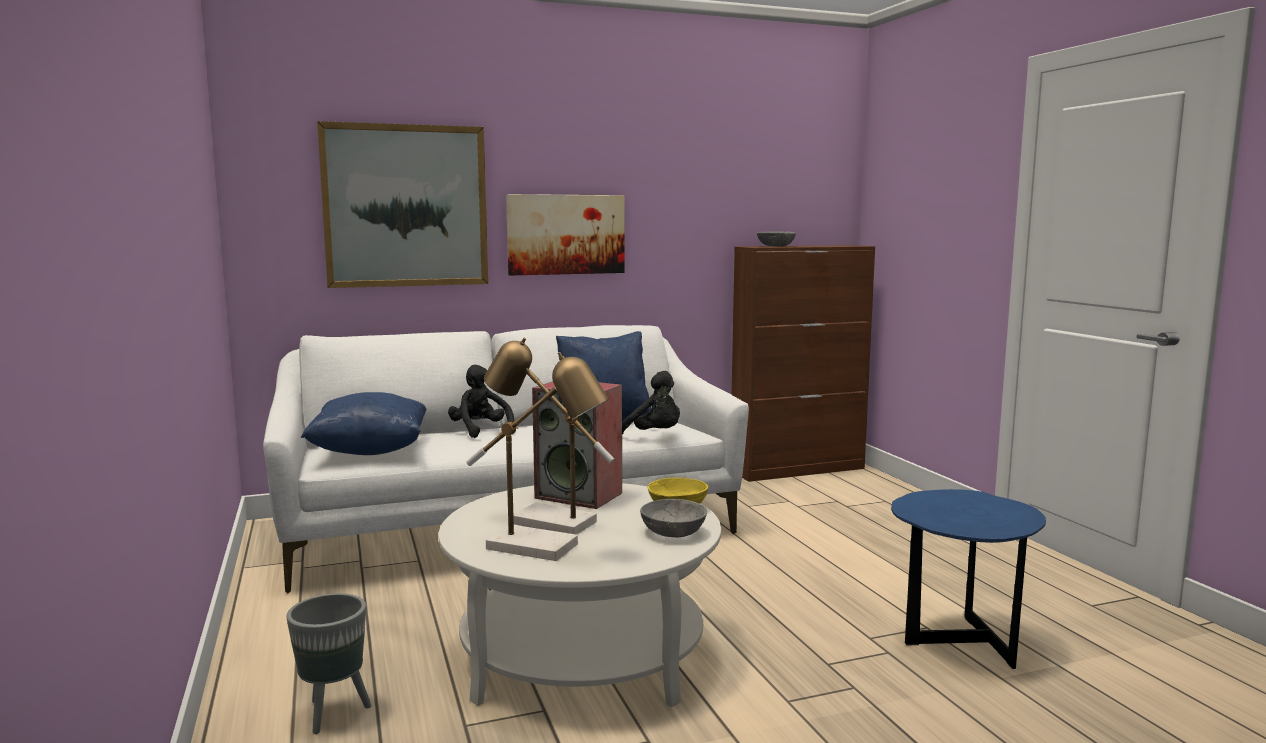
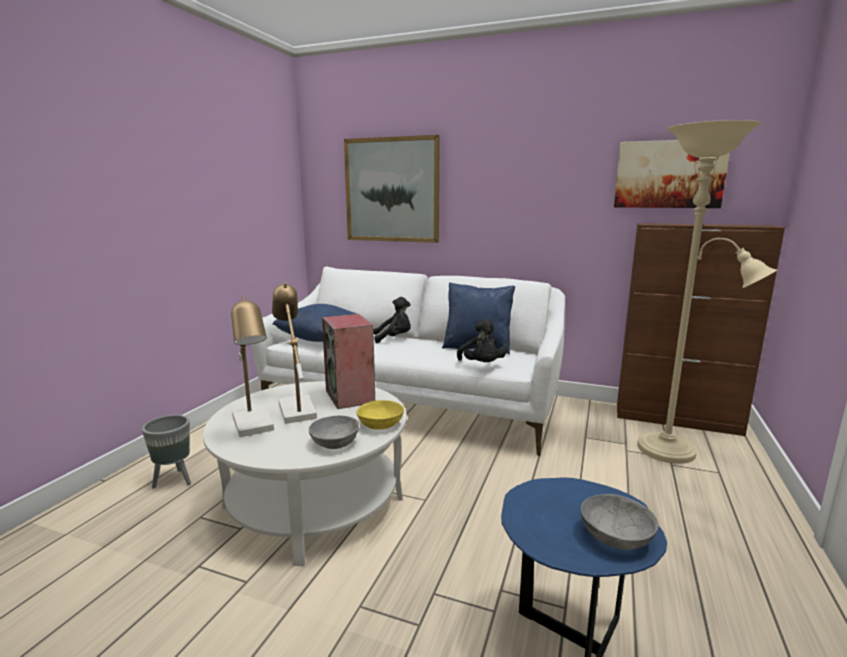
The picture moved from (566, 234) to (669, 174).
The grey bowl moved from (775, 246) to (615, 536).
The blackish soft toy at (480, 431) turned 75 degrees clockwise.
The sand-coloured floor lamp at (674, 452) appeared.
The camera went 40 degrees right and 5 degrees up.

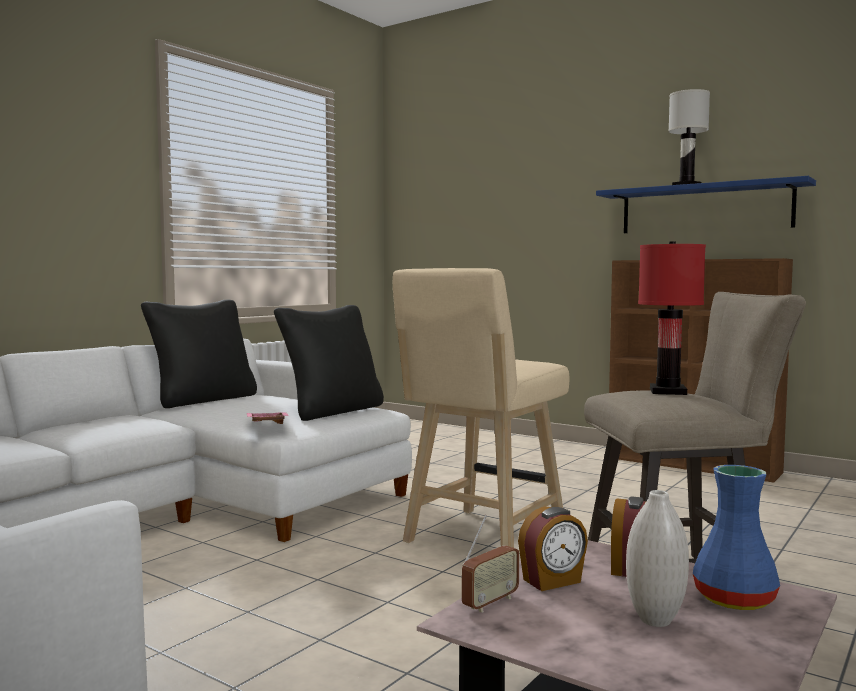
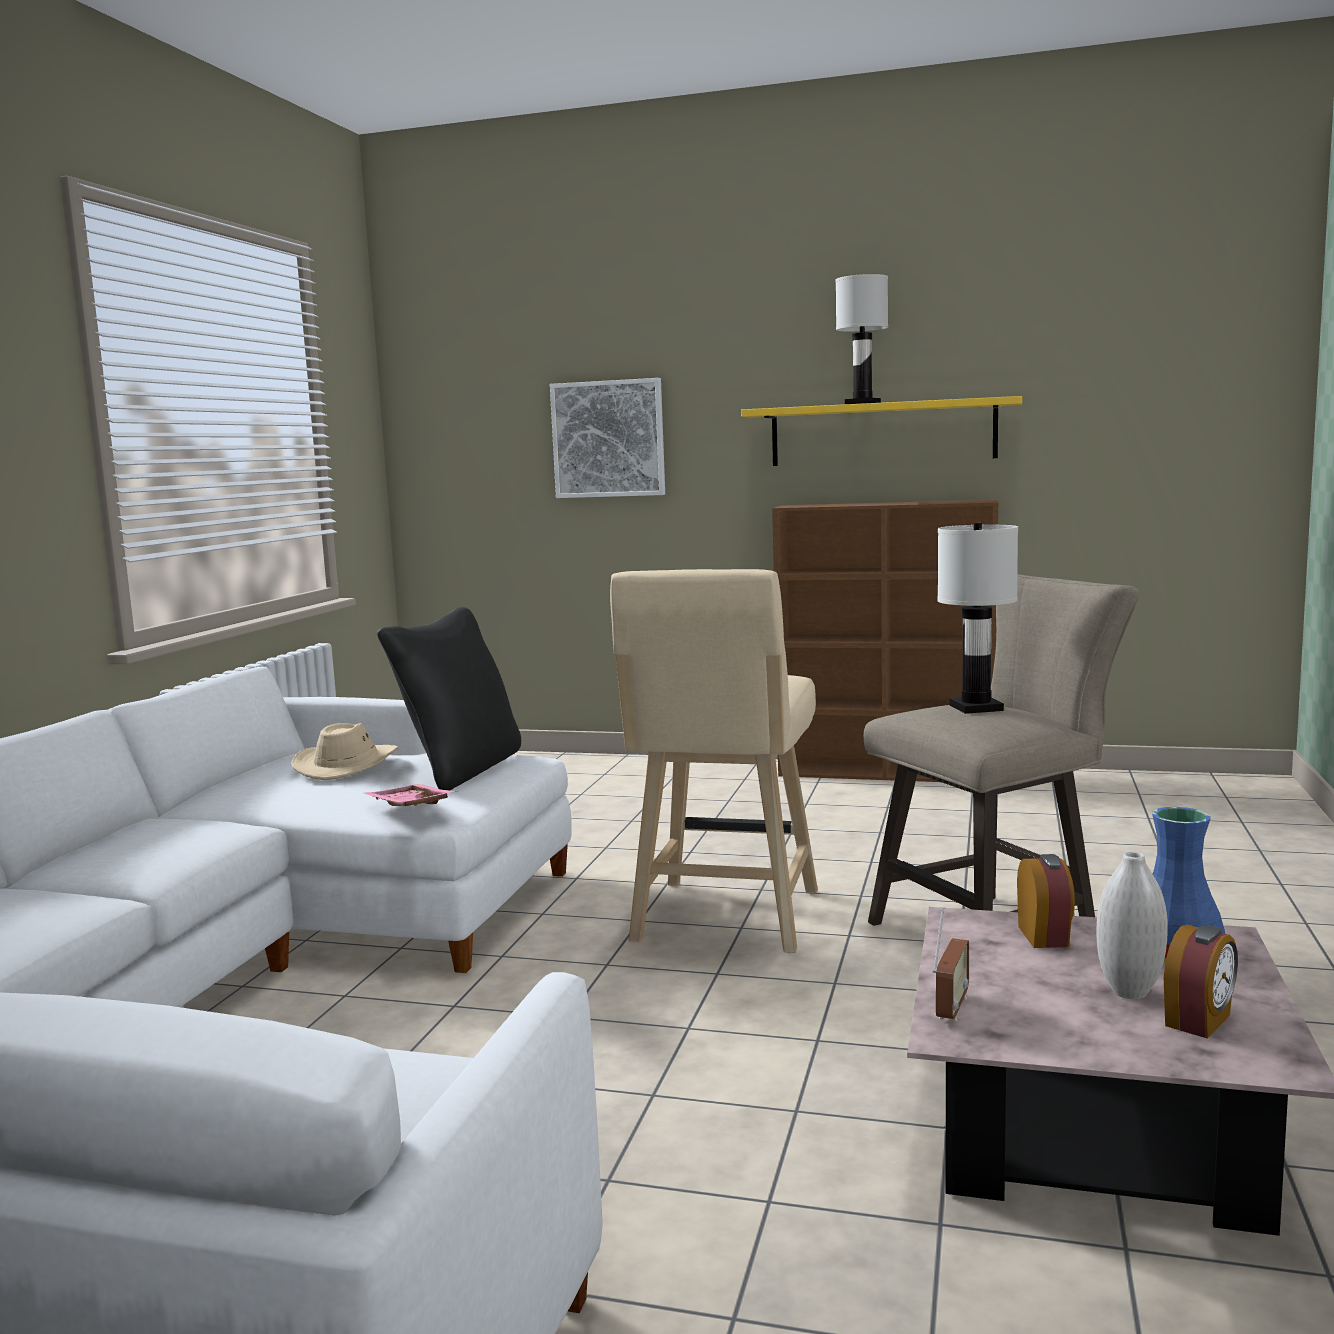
The blue-coloured wall shelf at (704, 209) became the yellow-coloured wall shelf at (882, 433).
The reddish lamp for a table at (667, 391) became the whitish lamp for a table at (975, 708).
The blackish throw pillow at (203, 400) disappeared.
The table clock moved from (552, 581) to (1199, 1021).
The picture at (608, 439) appeared.
The sand-coloured clothing hat at (347, 765) appeared.
The camera went 20 degrees left and 5 degrees up.

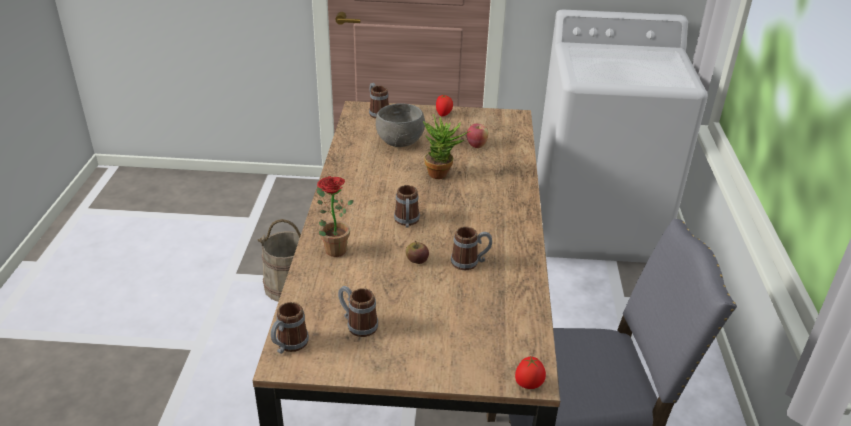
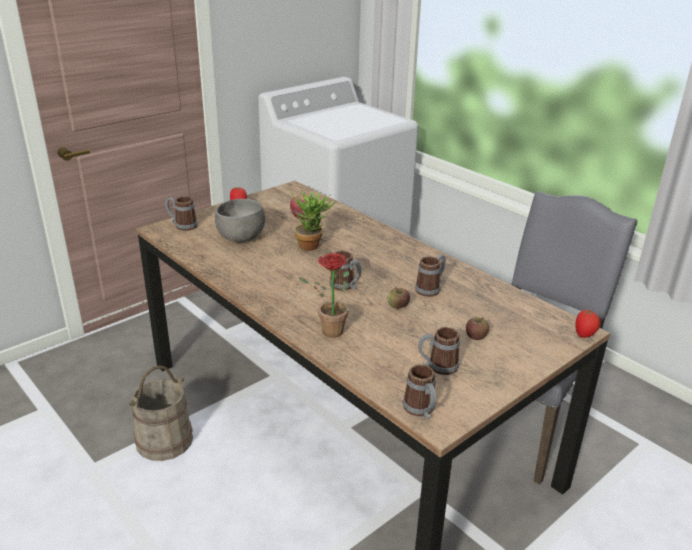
The apple at (476, 336) appeared.
The camera went 45 degrees left and 5 degrees down.

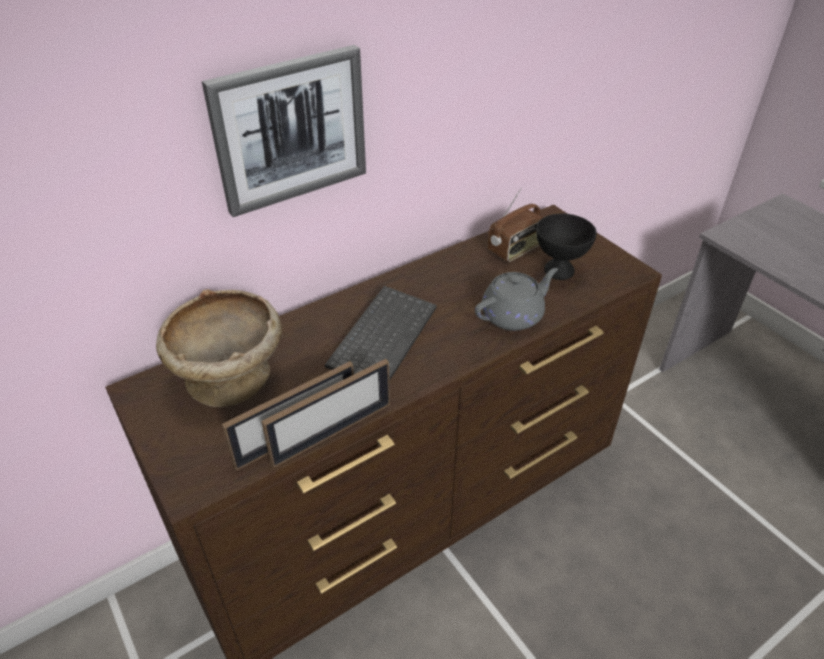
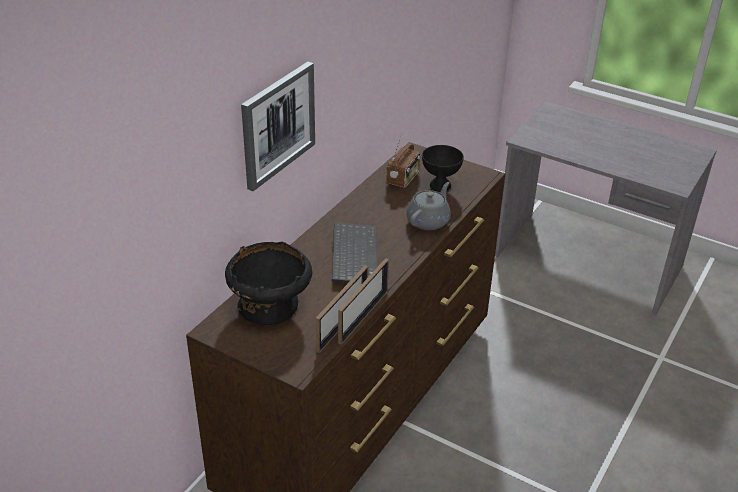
The sand-coloured bowl at (231, 377) became the blackish bowl at (270, 305).
The camera went 25 degrees left and 5 degrees down.

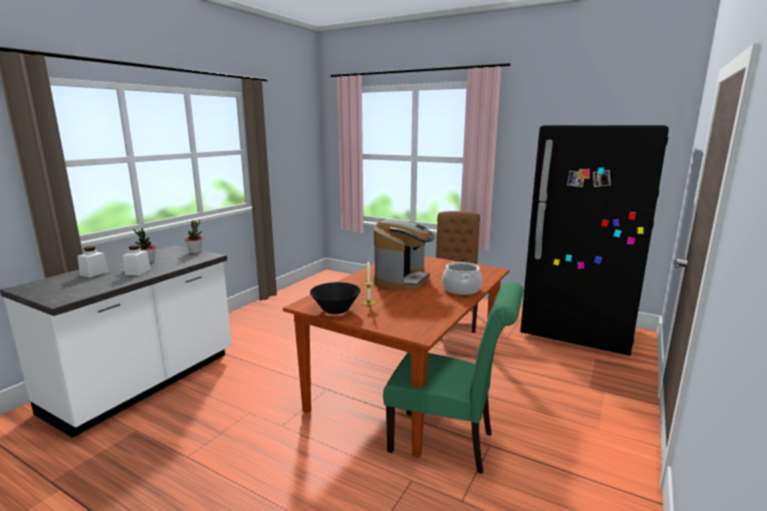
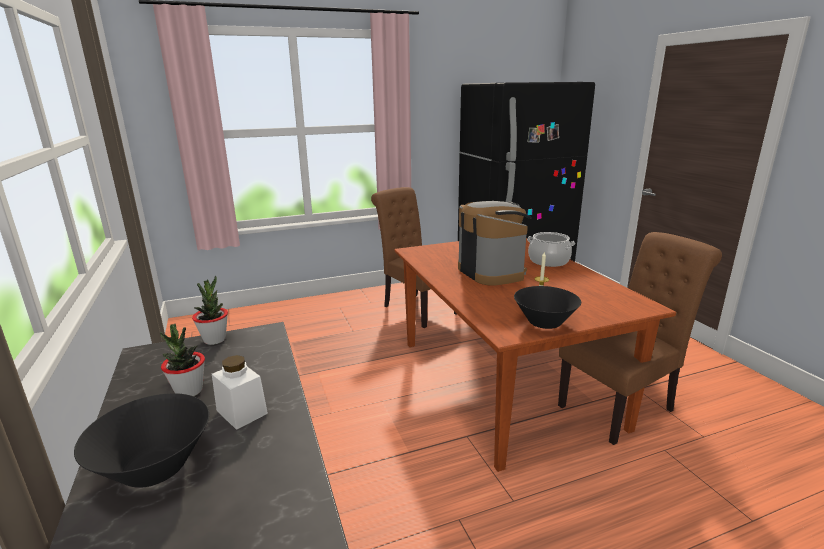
The whitish preserve jar at (94, 273) was replaced by the blackish bowl at (155, 468).
The greenish chair at (448, 443) became the brownish chair at (621, 406).
The camera went 50 degrees left and 5 degrees up.

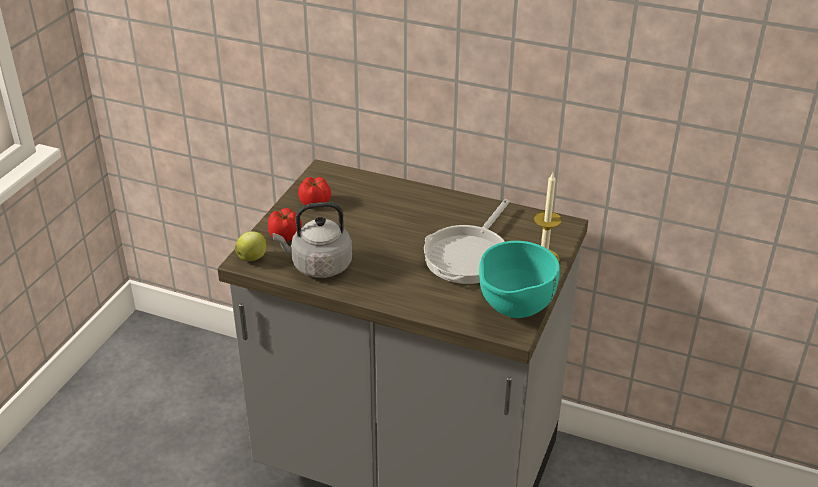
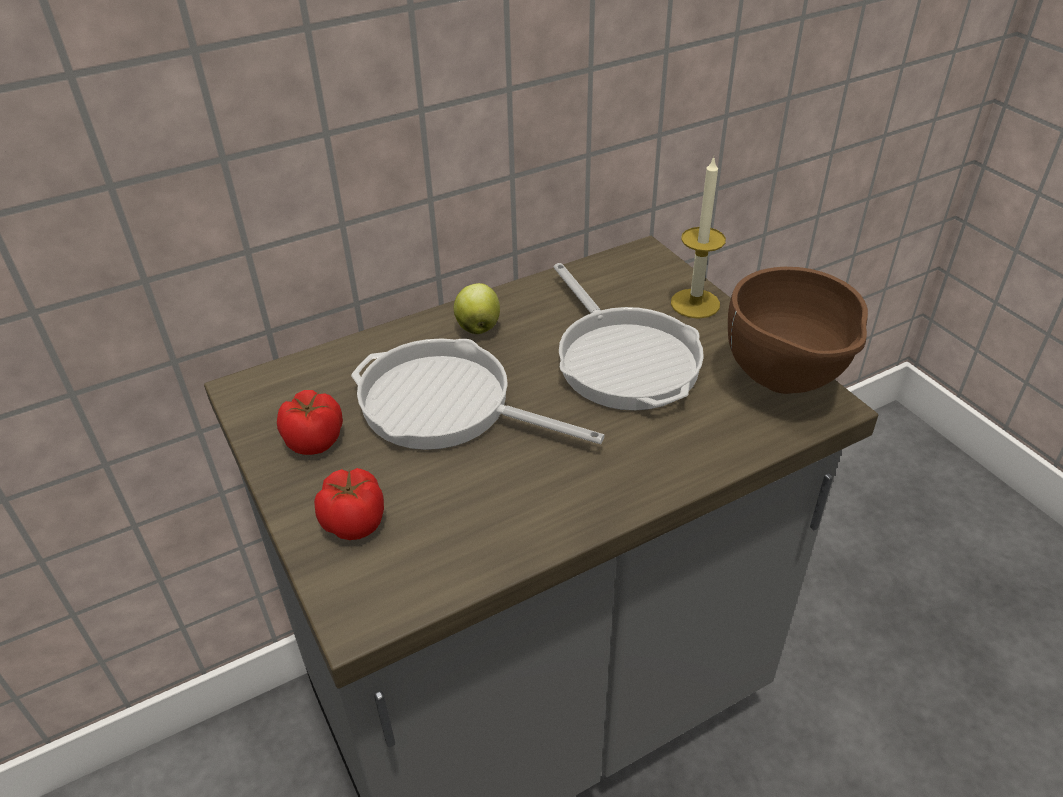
The grey tea kettle at (318, 266) disappeared.
The apple moved from (252, 258) to (478, 327).
The blue-green bowl at (513, 312) became the brownish bowl at (785, 385).
The pan at (446, 405) appeared.
The camera went 50 degrees left and 5 degrees up.

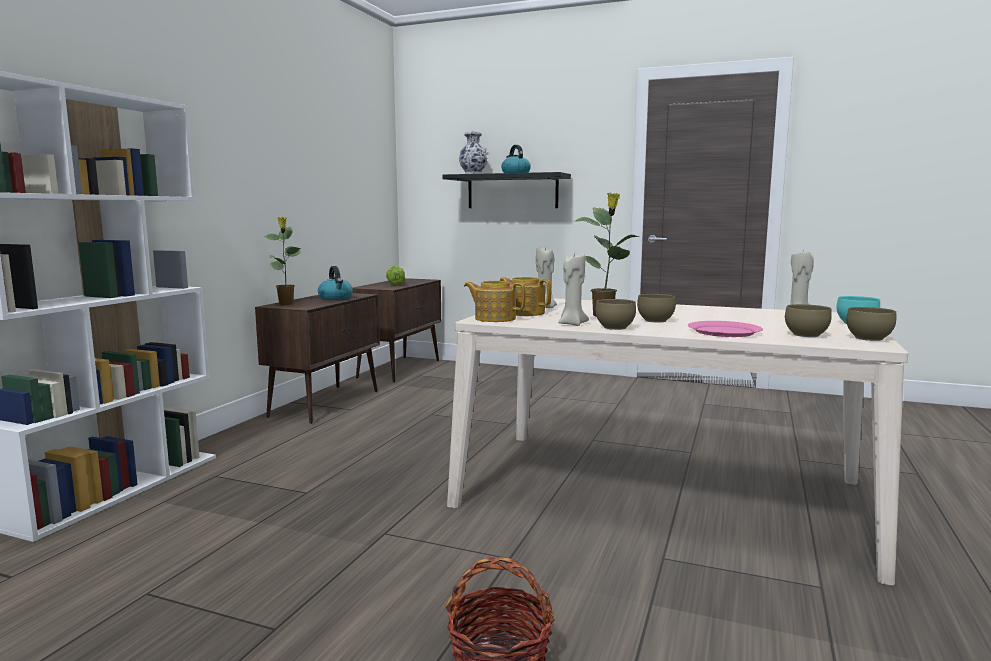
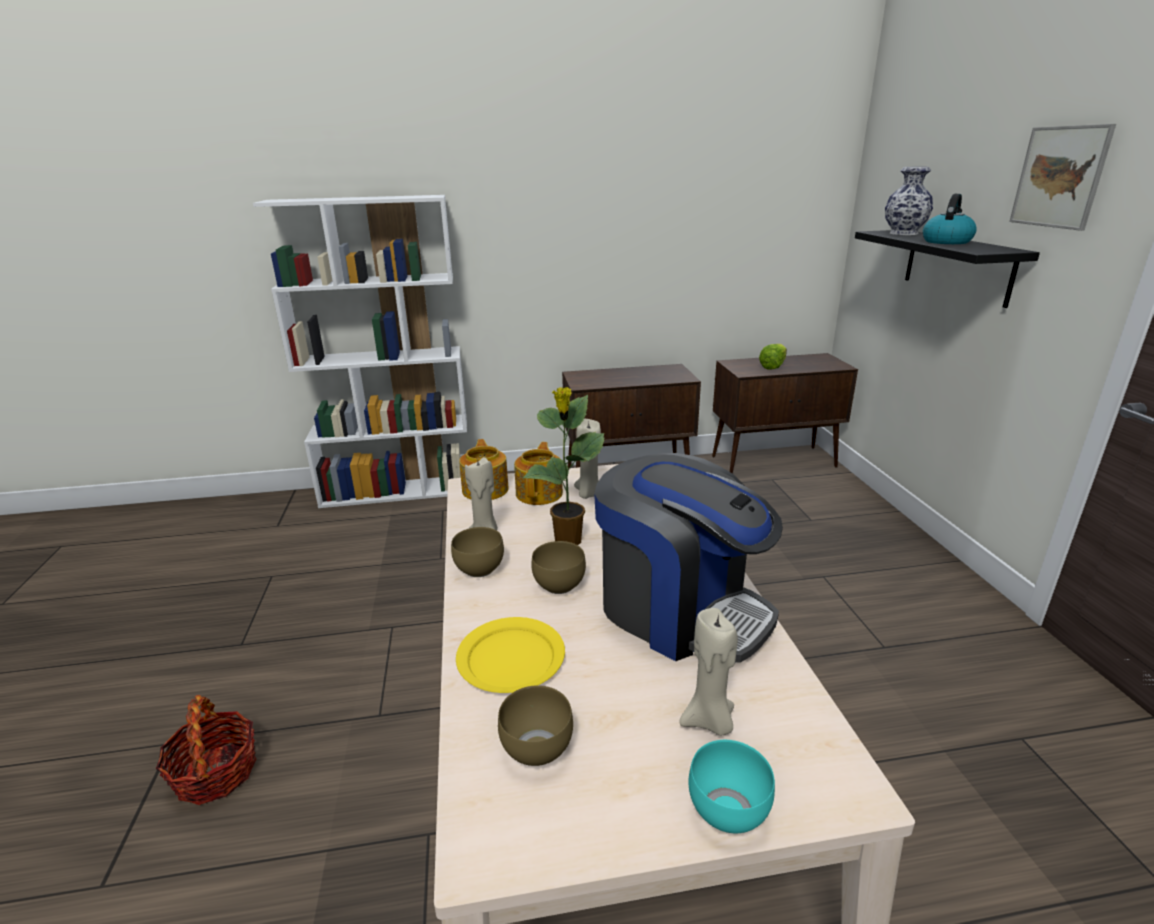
The houseplant at (286, 304) disappeared.
The tea kettle at (336, 298) disappeared.
The brownish bowl at (869, 338) disappeared.
The pink plate at (725, 332) became the yellow-coloured plate at (511, 659).
The picture at (1059, 177) appeared.
The coffee brewer at (680, 610) appeared.
The camera went 60 degrees right and 15 degrees up.

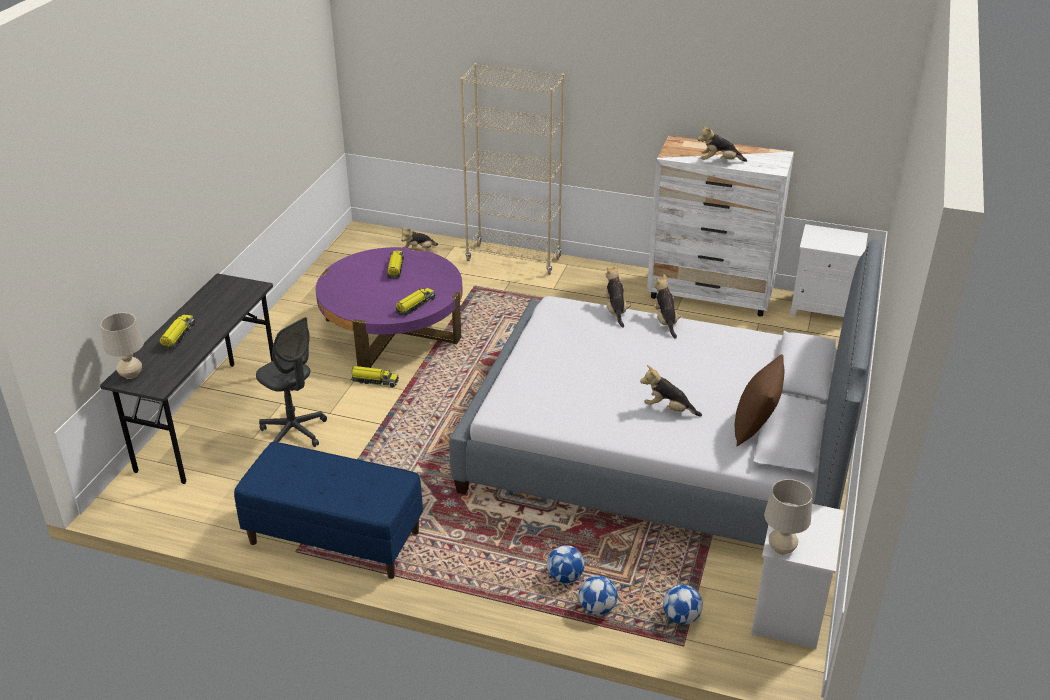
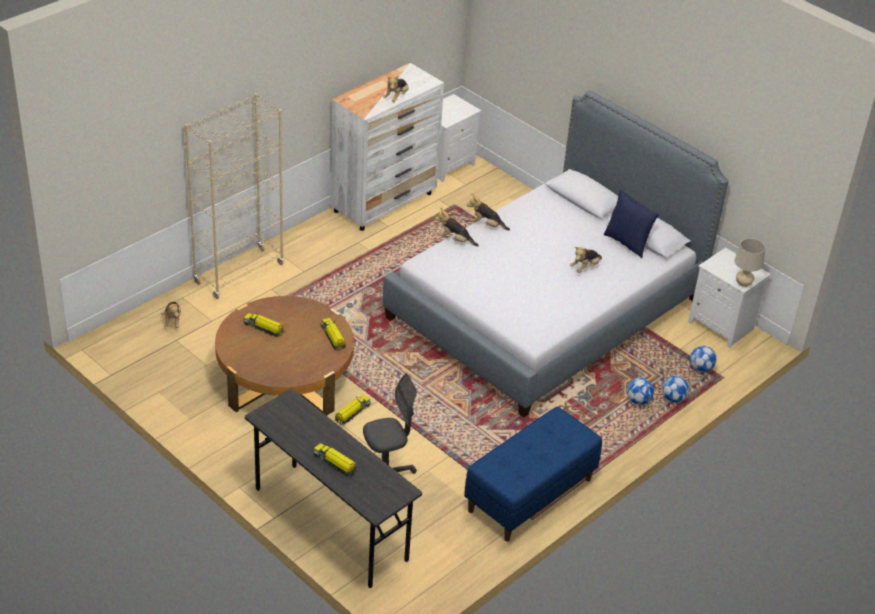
The purple coffee table at (392, 329) became the brownish coffee table at (285, 378).
The sand-coloured lamp for a table at (131, 375) disappeared.
The brownish throw pillow at (755, 427) became the blue-coloured throw pillow at (627, 243).
The camera went 65 degrees left and 5 degrees up.

